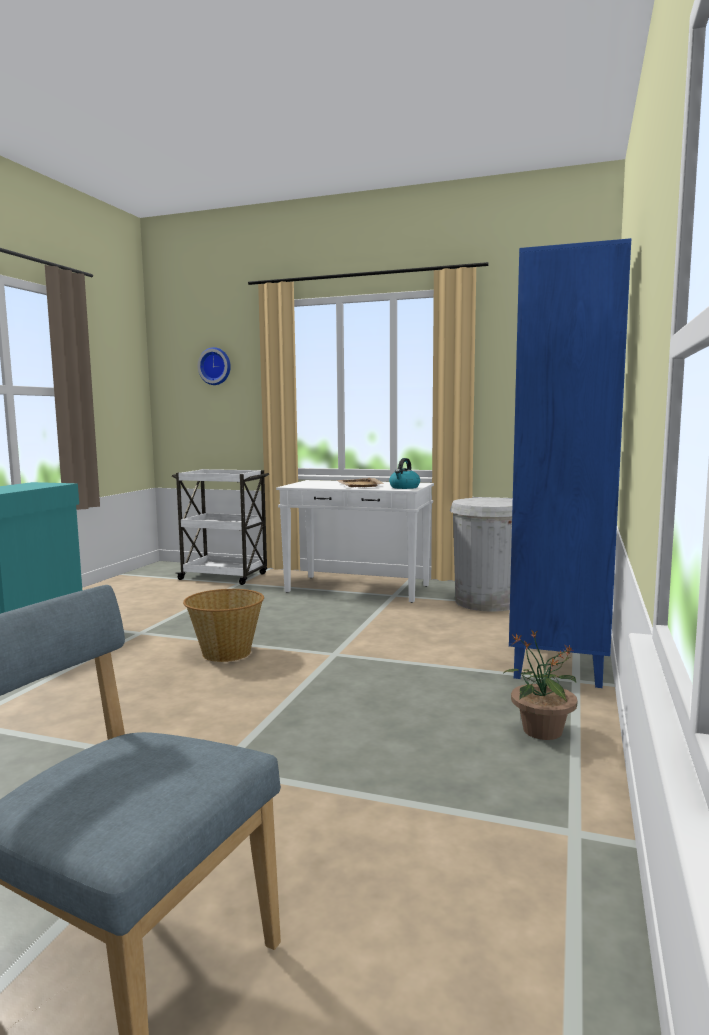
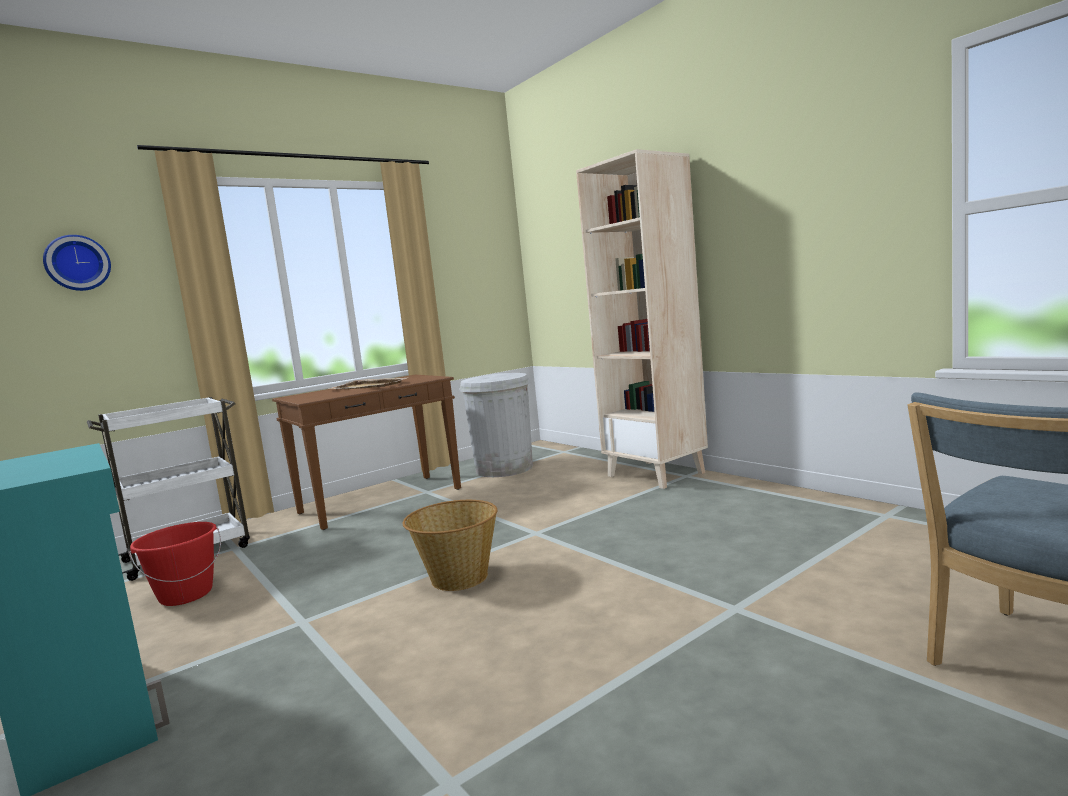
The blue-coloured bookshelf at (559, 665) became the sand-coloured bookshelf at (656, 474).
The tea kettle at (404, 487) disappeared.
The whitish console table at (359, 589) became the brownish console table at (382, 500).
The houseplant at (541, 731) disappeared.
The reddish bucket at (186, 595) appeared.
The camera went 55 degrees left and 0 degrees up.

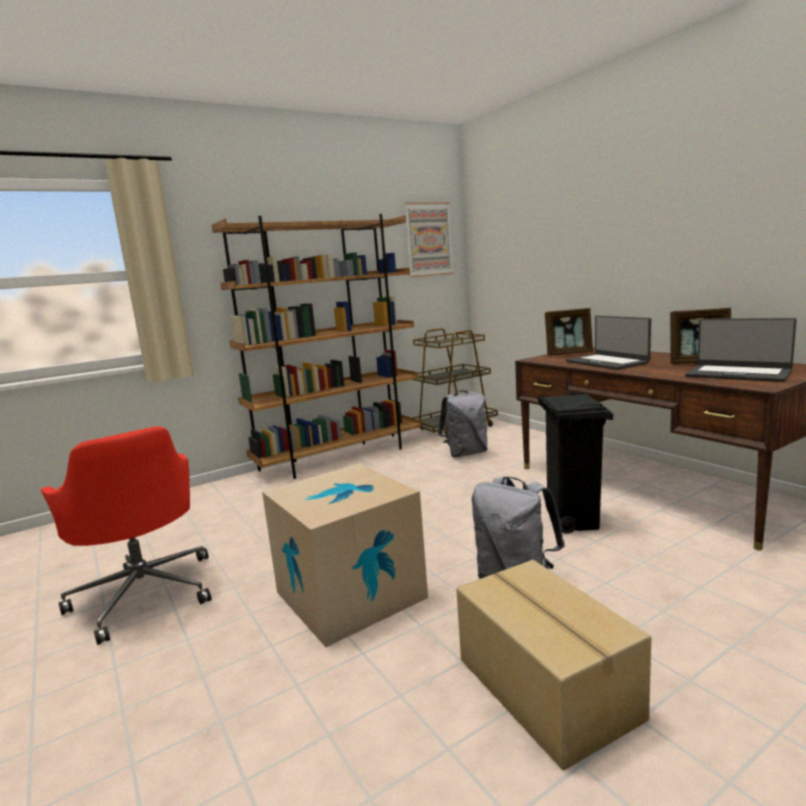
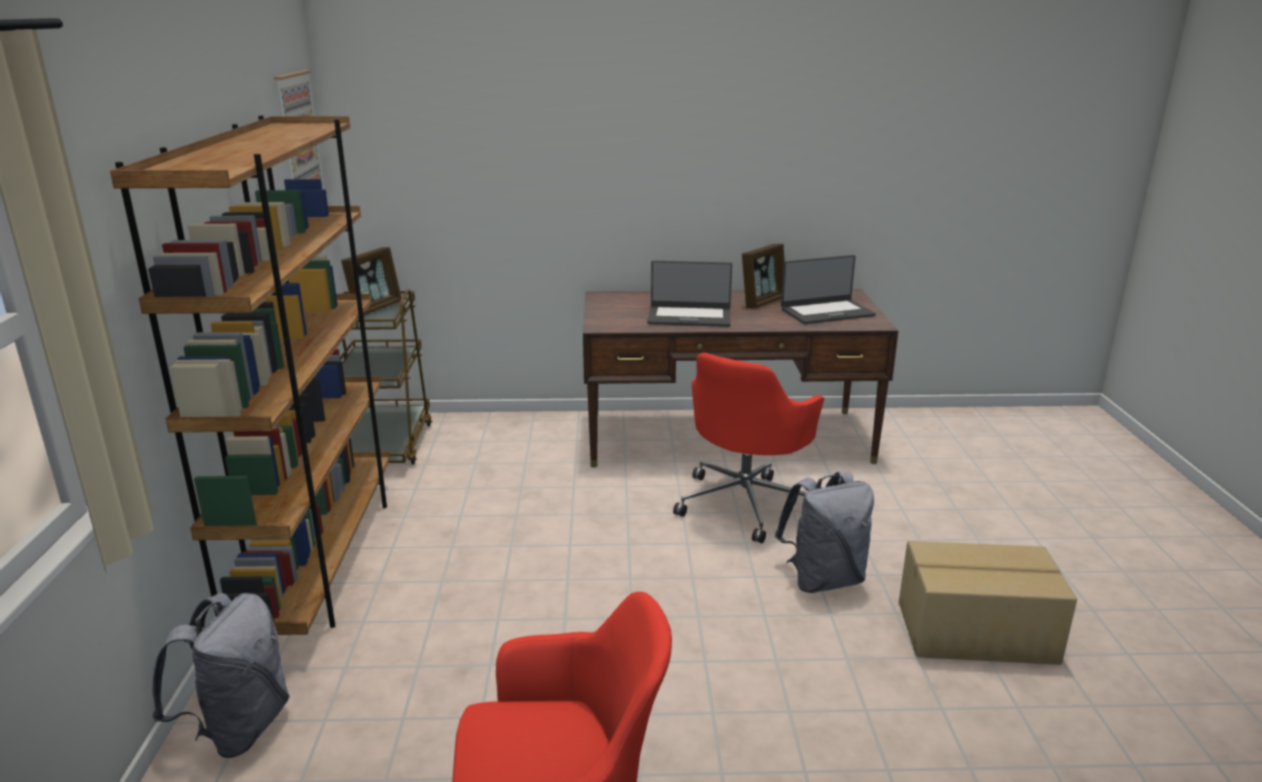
The standing frame moved from (569, 353) to (376, 308).
The grey backpack moved from (466, 453) to (239, 728).
The blackish rubbish bin at (573, 521) was replaced by the reddish computer chair at (746, 502).
The carton at (350, 595) disappeared.
The camera went 60 degrees left and 10 degrees up.

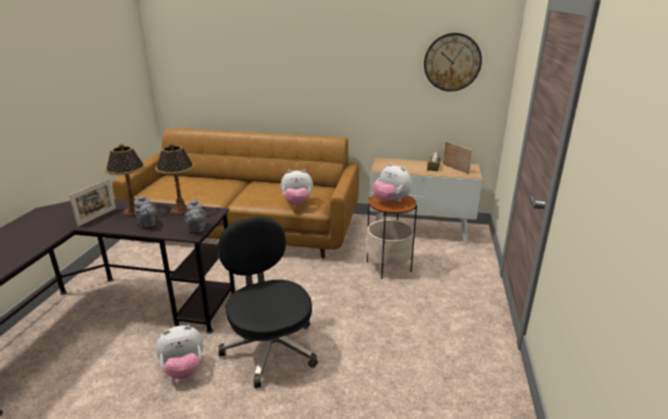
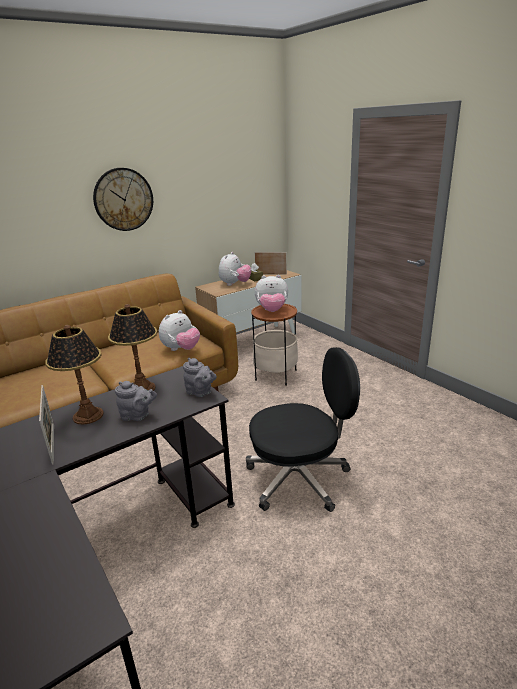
The wall clock moved from (452, 62) to (123, 199).
The blackish computer chair at (270, 347) turned 150 degrees clockwise.
The soft toy moved from (184, 369) to (235, 284).
The camera went 45 degrees left and 0 degrees up.

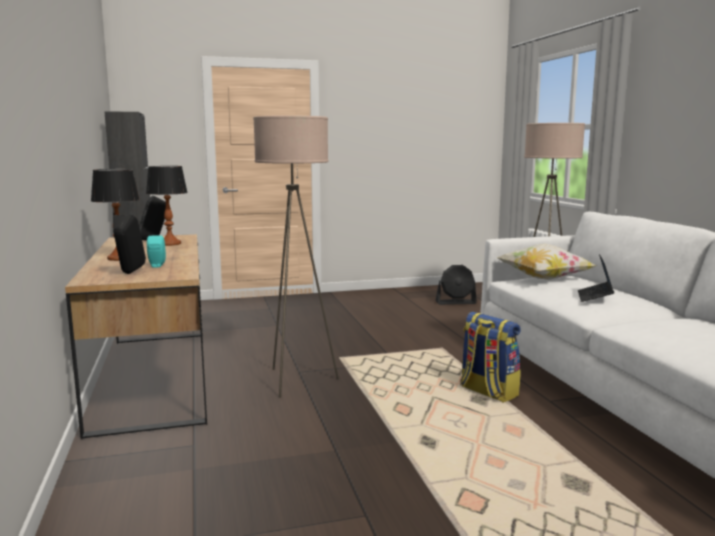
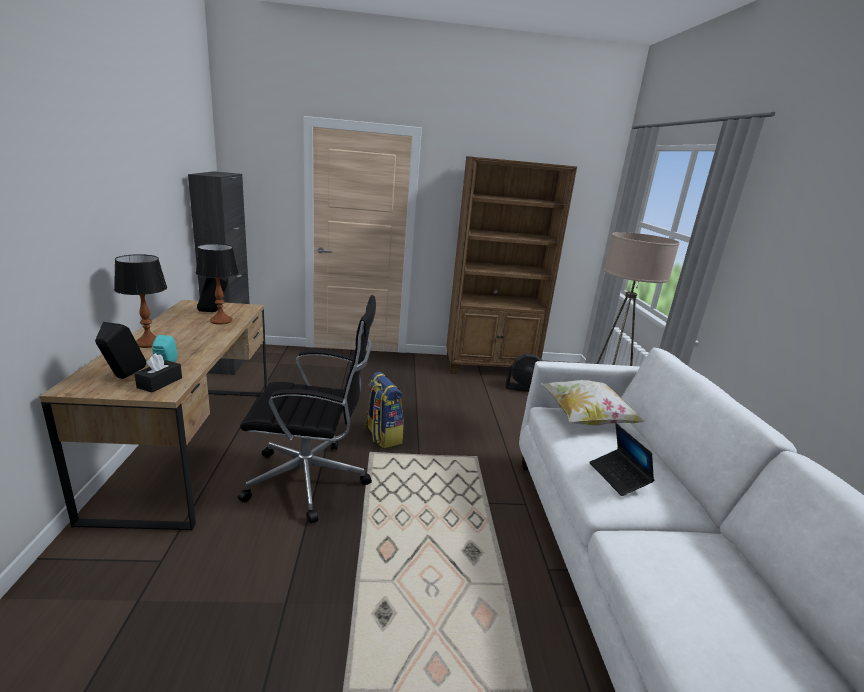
The sand-coloured floor lamp at (297, 381) was replaced by the blackish computer chair at (311, 480).
The notebook computer at (595, 297) turned 45 degrees counterclockwise.
The backpack moved from (487, 392) to (382, 435).
The brownish bookshelf at (490, 367) appeared.
The blackish tissue box at (160, 383) appeared.
The camera went 10 degrees right and 10 degrees up.

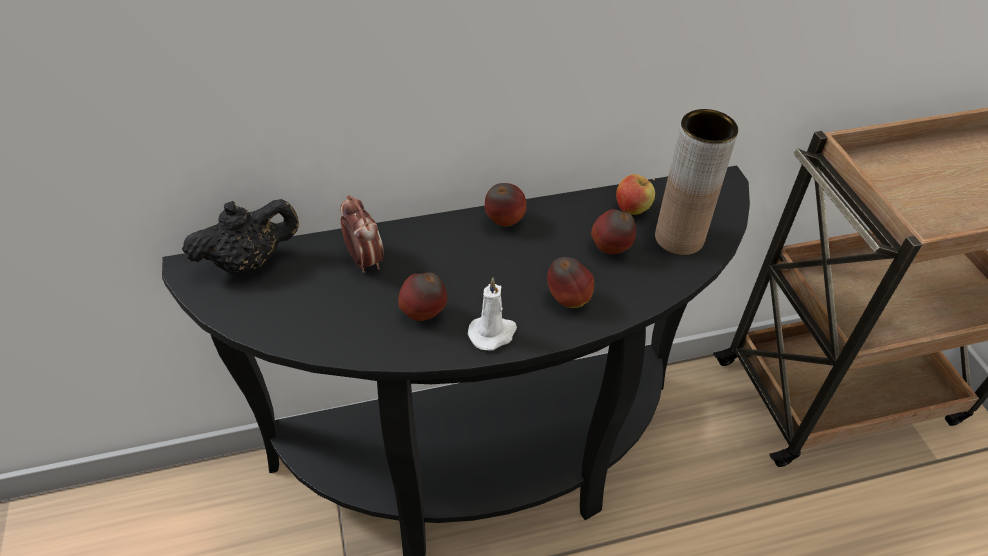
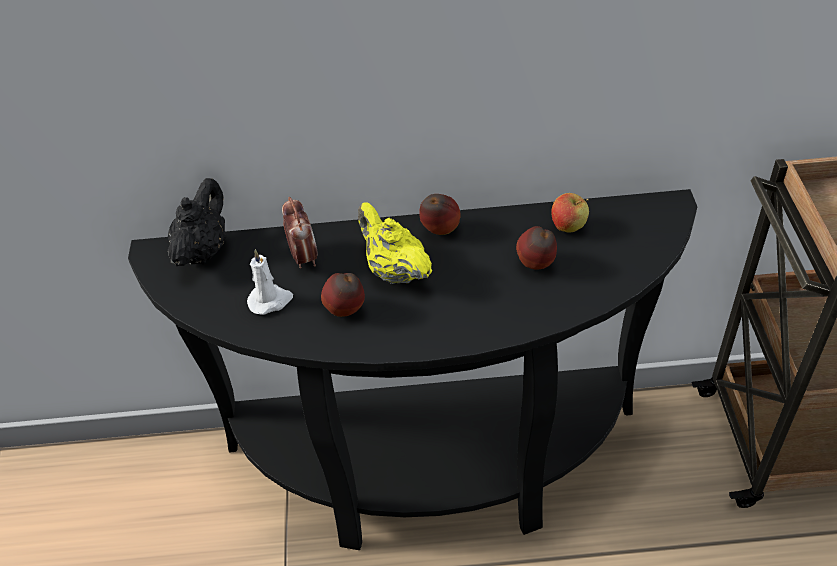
The brownish flower vase at (679, 238) disappeared.
The blackish teapot at (249, 262) turned 60 degrees counterclockwise.
The apple at (567, 300) disappeared.
The whitish wax candle moved from (493, 333) to (270, 300).
The yellow-coloured teapot at (394, 271) appeared.
The camera went 15 degrees right and 0 degrees up.

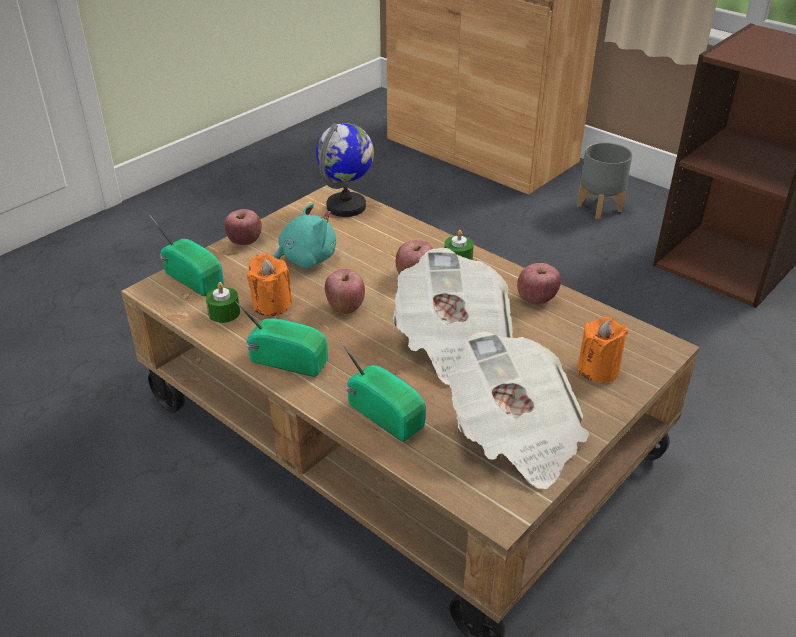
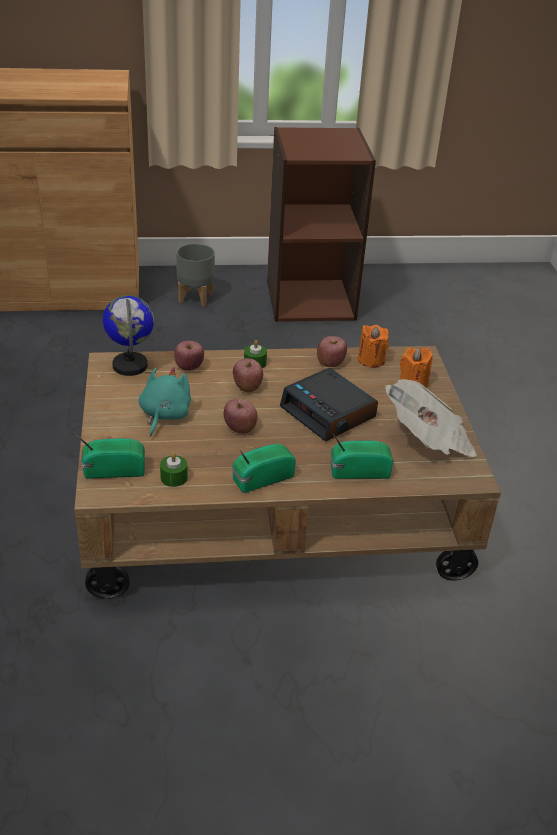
The apple moved from (245, 242) to (189, 367).
The newspaper at (452, 343) was replaced by the table clock at (329, 413).
The orangey wax candle moved from (271, 304) to (371, 360).
The camera went 50 degrees left and 0 degrees up.

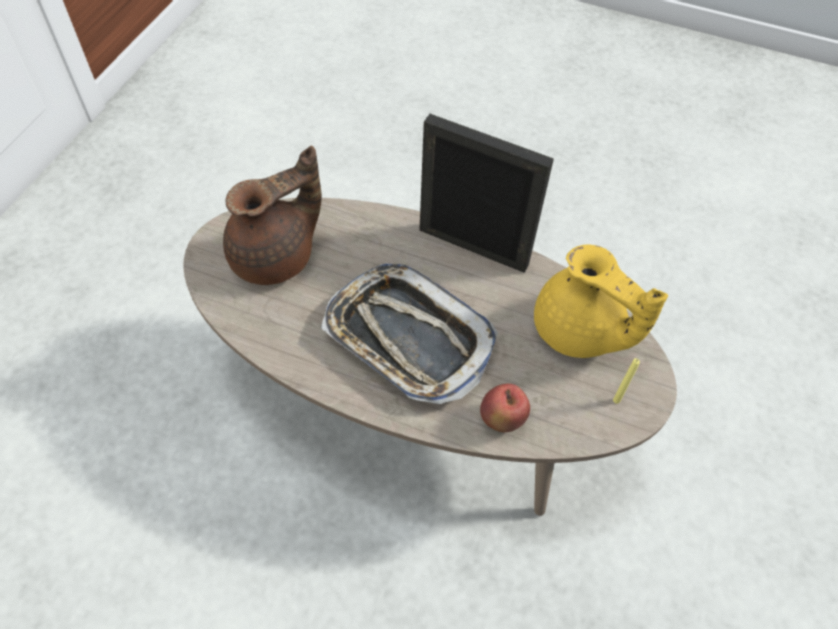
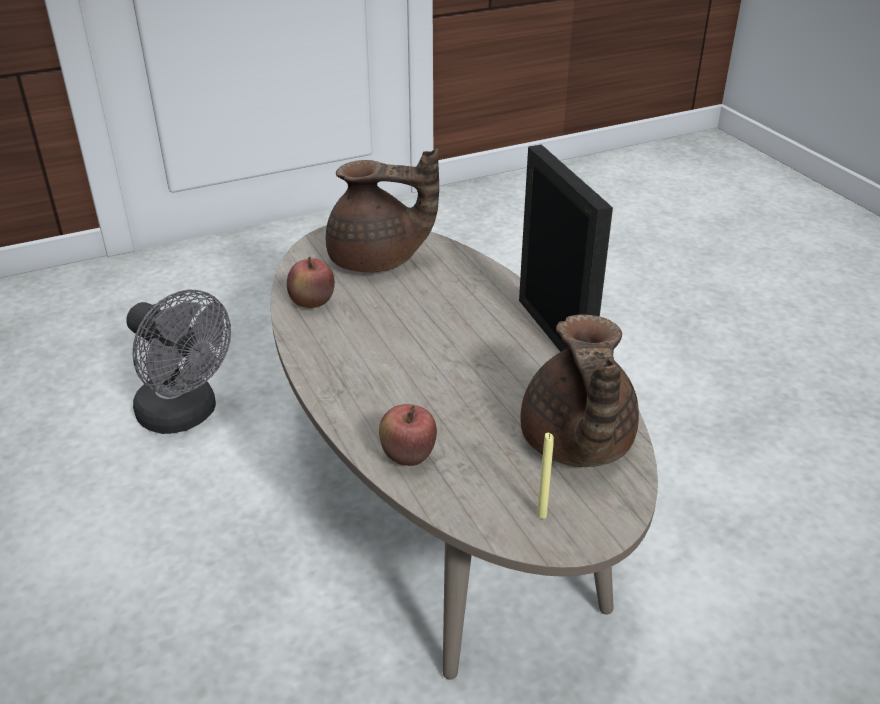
The yellow-coloured teapot at (579, 332) became the brownish teapot at (575, 445).
The carrying tray at (408, 338) disappeared.
The apple at (312, 304) appeared.
The grey fan at (185, 415) appeared.
The camera went 45 degrees right and 20 degrees down.

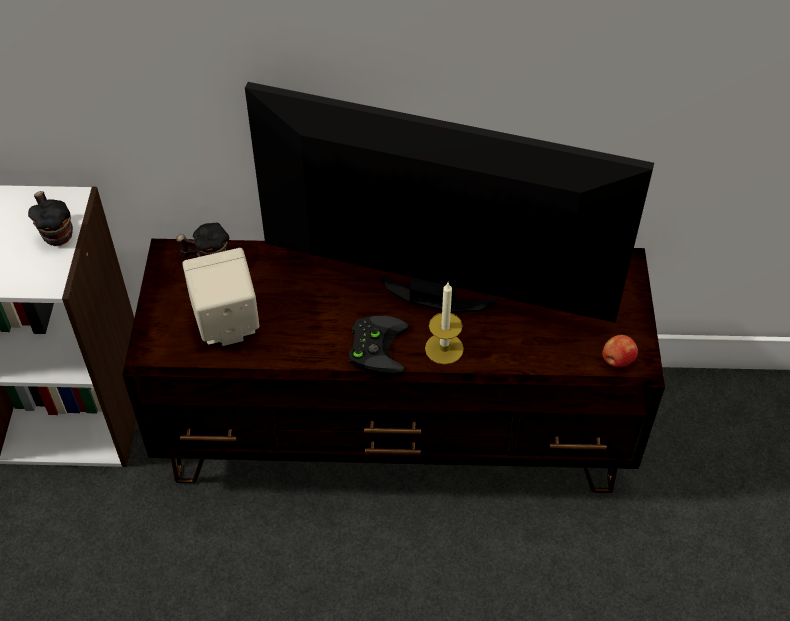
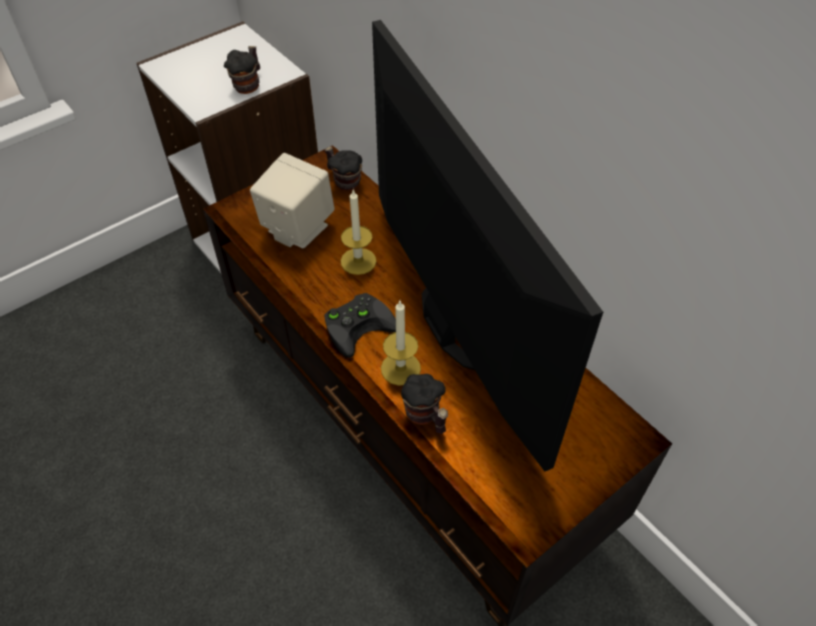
The apple at (617, 360) disappeared.
The wax candle at (358, 261) appeared.
The mug at (425, 416) appeared.
The camera went 50 degrees right and 0 degrees up.

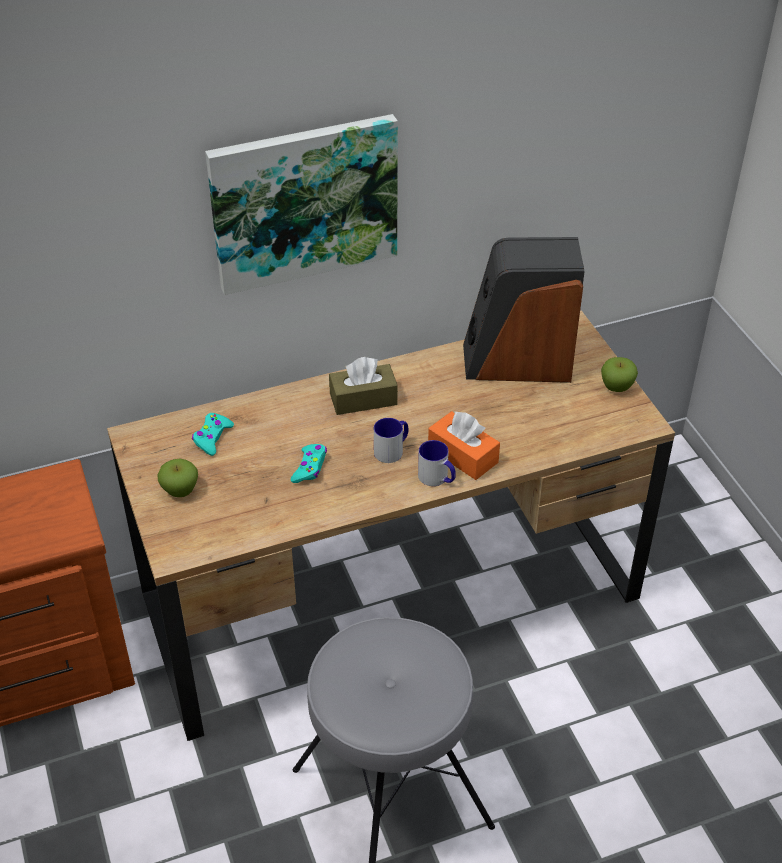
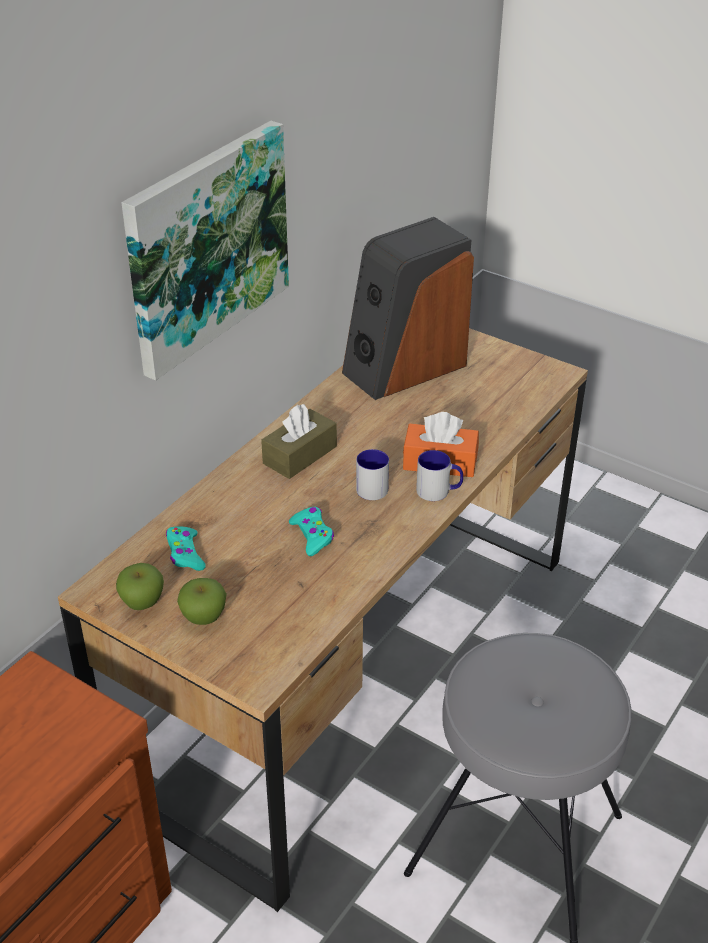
The apple moved from (616, 387) to (142, 603).
The camera went 35 degrees left and 5 degrees down.

